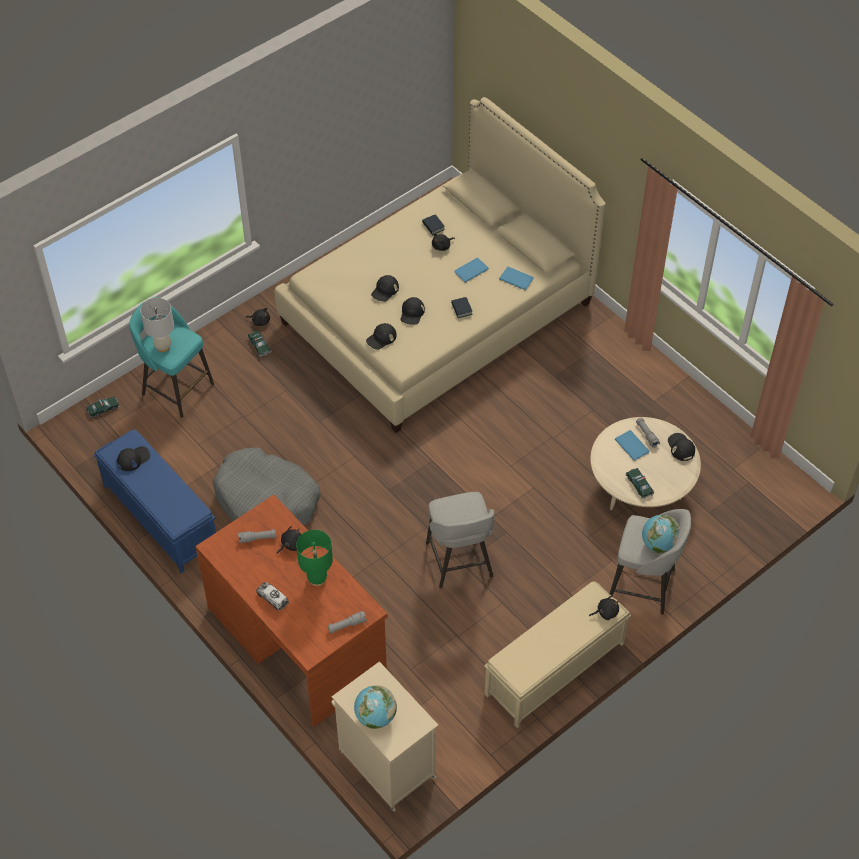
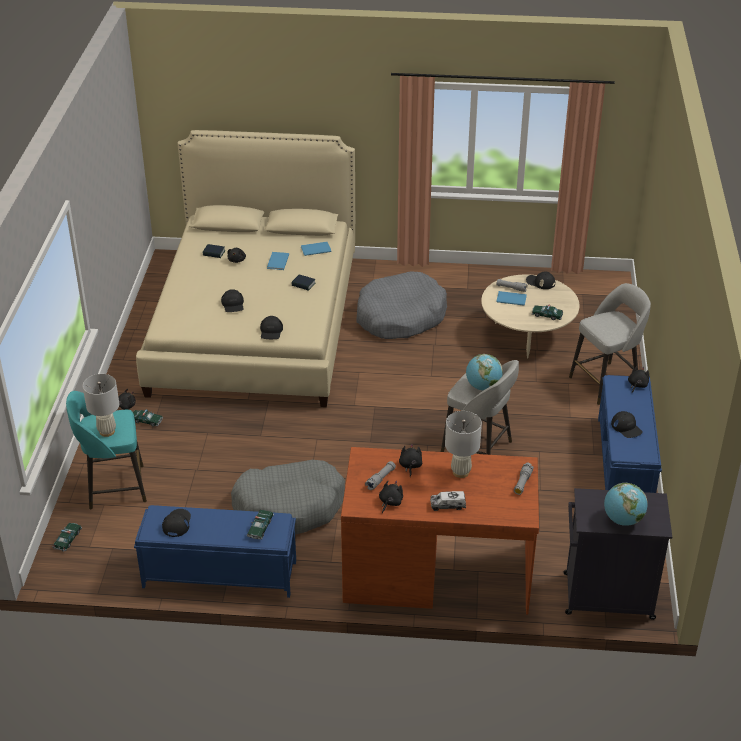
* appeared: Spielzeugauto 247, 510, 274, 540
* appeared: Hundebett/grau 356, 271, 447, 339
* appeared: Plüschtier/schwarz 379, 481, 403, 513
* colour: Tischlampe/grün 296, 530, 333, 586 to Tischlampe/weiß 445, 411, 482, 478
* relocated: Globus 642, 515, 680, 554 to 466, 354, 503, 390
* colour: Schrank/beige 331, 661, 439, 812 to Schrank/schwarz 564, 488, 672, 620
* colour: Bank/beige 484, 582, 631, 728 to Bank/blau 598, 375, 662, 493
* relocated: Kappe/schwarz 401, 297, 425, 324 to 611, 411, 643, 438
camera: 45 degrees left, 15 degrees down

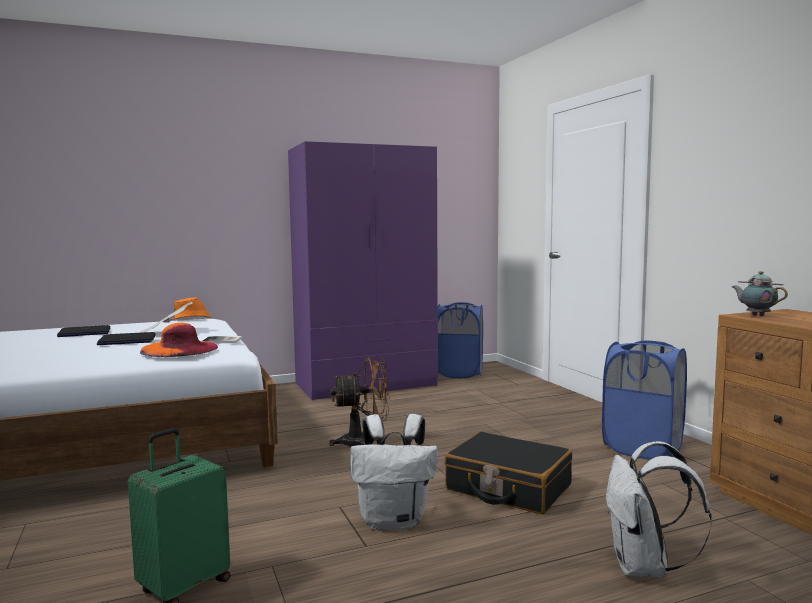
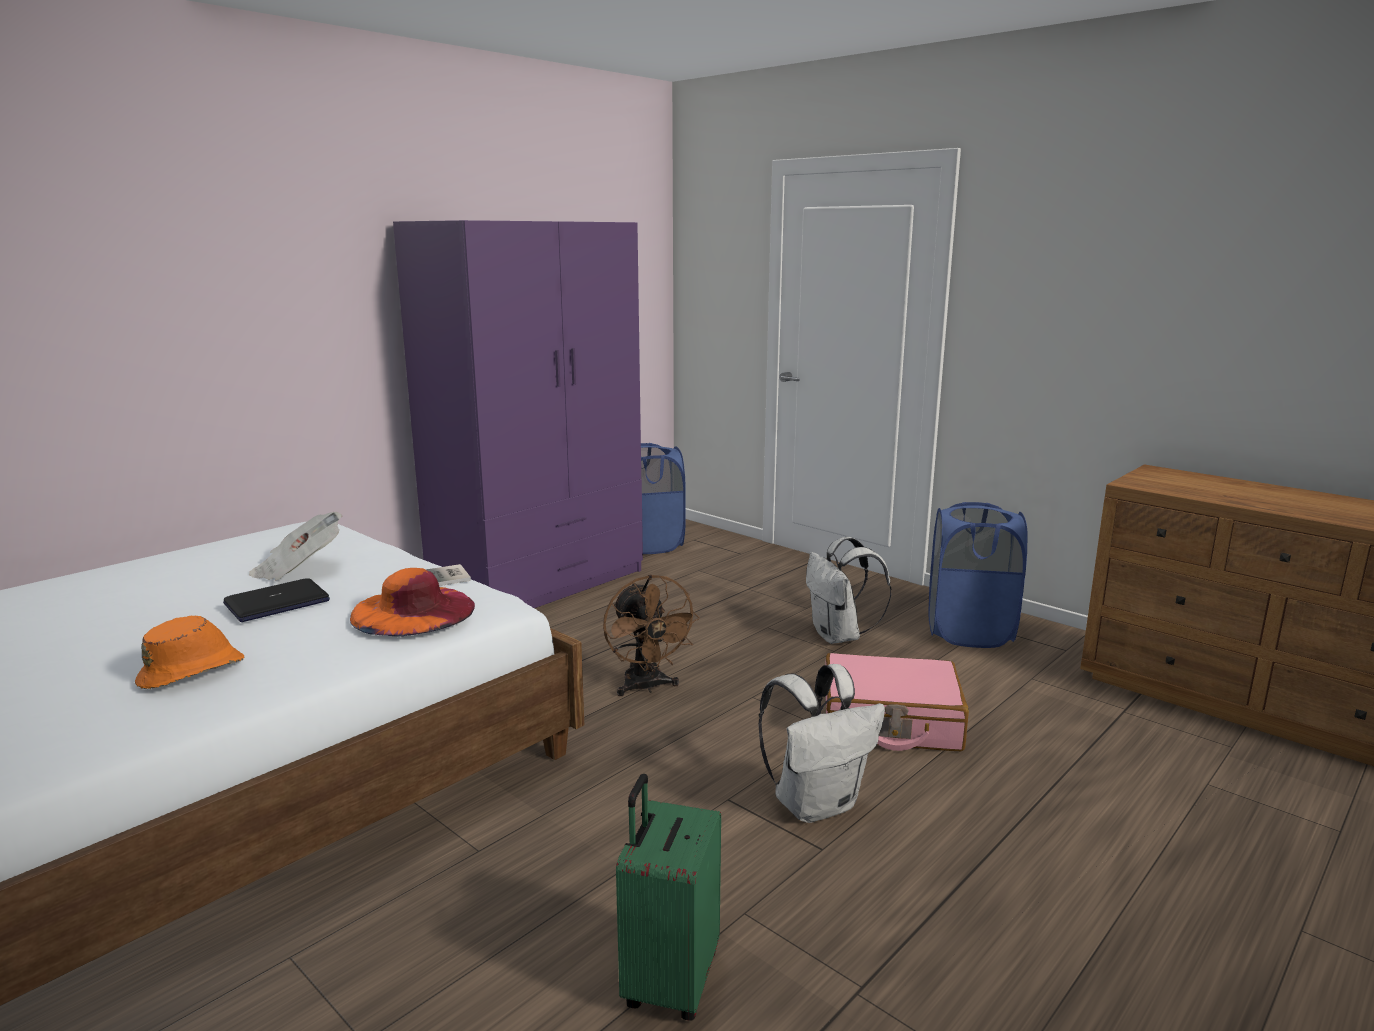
* relocated: Hut/orange 171, 297, 211, 320 to 135, 616, 245, 689
* spun: Ventilator/braun 329, 357, 390, 446 = 603, 574, 700, 696 105 degrees clockwise
* relocated: Rucksack/weiß 606, 441, 712, 578 to 806, 537, 891, 644
* colour: Koffer/schwarz 444, 432, 572, 515 to Koffer/rosa 825, 653, 969, 751
* missing: Laptop 57, 325, 110, 337
* missing: Teekanne 732, 271, 788, 316
camera: 25 degrees left, 10 degrees up

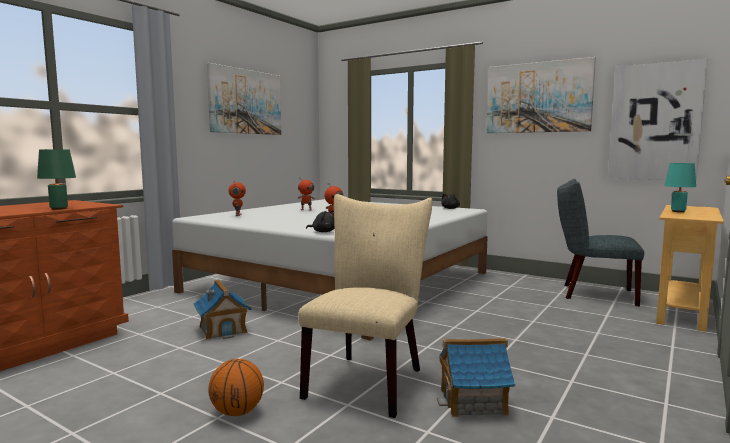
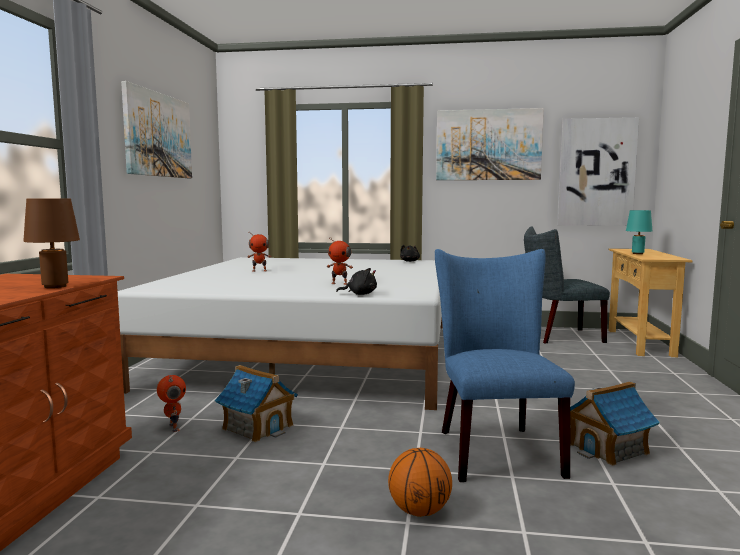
* colour: Tischlampe/grün 37, 149, 76, 210 to Tischlampe/braun 23, 199, 80, 288
* relocated: Spielzeugroboter 229, 181, 246, 216 to 157, 375, 186, 432
* colour: Stuhl/beige 298, 194, 432, 418 to Stuhl/blau 435, 249, 575, 482
camera: 25 degrees left, 0 degrees up

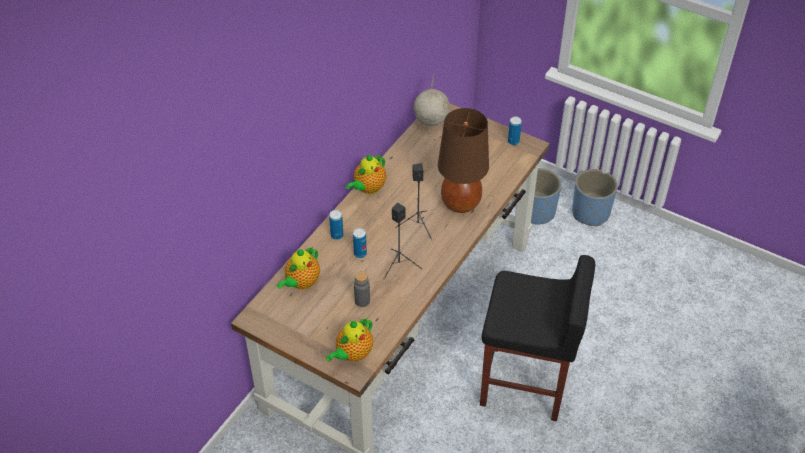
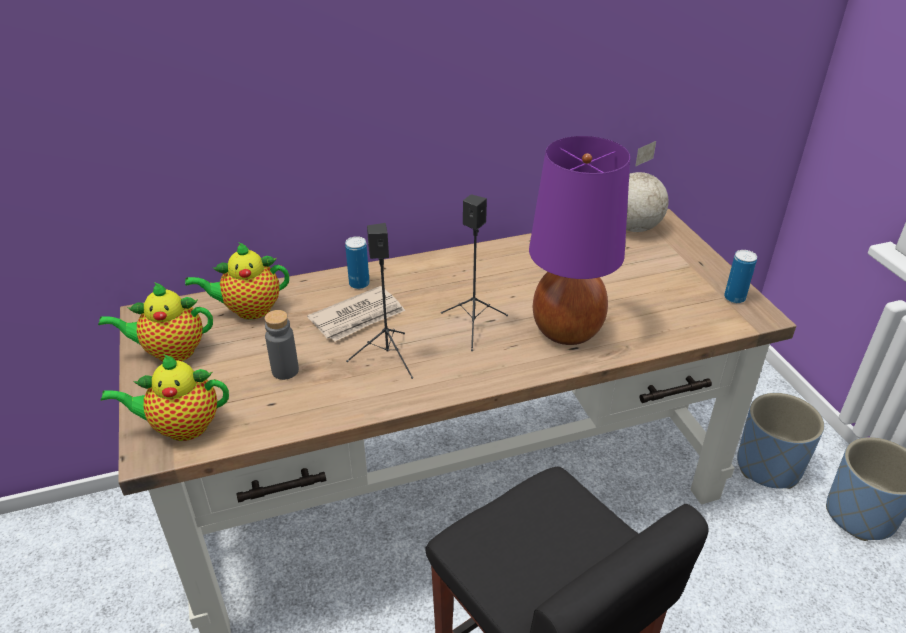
* relocated: Teekanne 346, 155, 386, 194 to 98, 282, 213, 361
* exchanged: Dose 353, 228, 367, 258 to Zeitung 307, 286, 405, 342
* colour: Tischlampe/braun 438, 108, 489, 213 to Tischlampe/lila 529, 136, 630, 345
camera: 40 degrees right, 10 degrees down

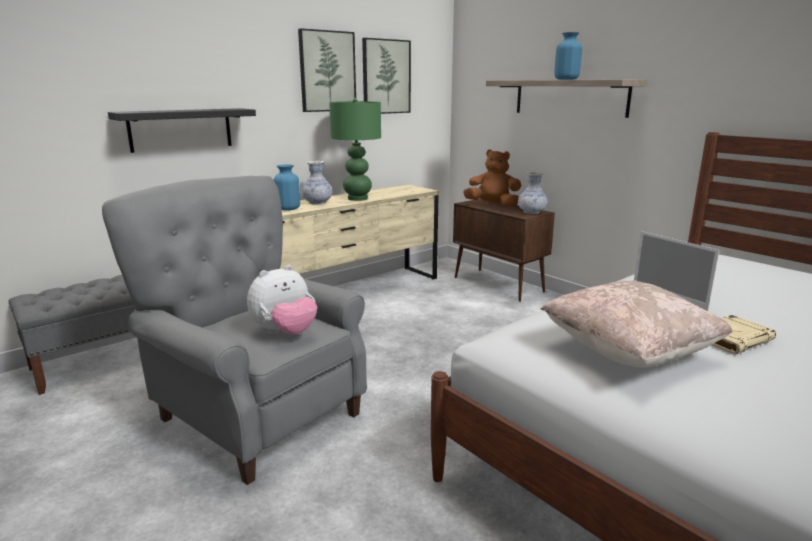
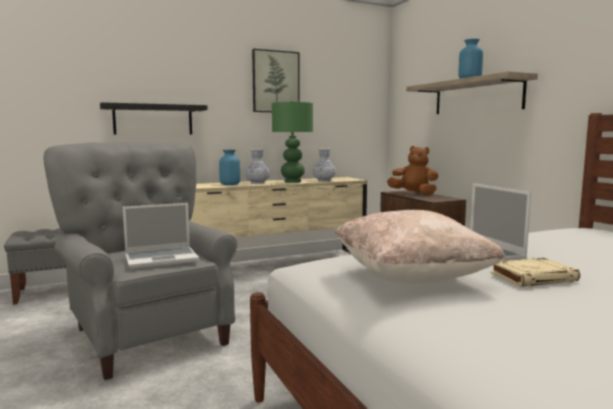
* exchanged: Plüschtier 247, 265, 317, 335 to Laptop 123, 203, 199, 269
* relocated: Vase 518, 172, 548, 214 to 313, 148, 336, 181
* missing: Bild 362, 38, 411, 114
camera: 15 degrees right, 10 degrees down

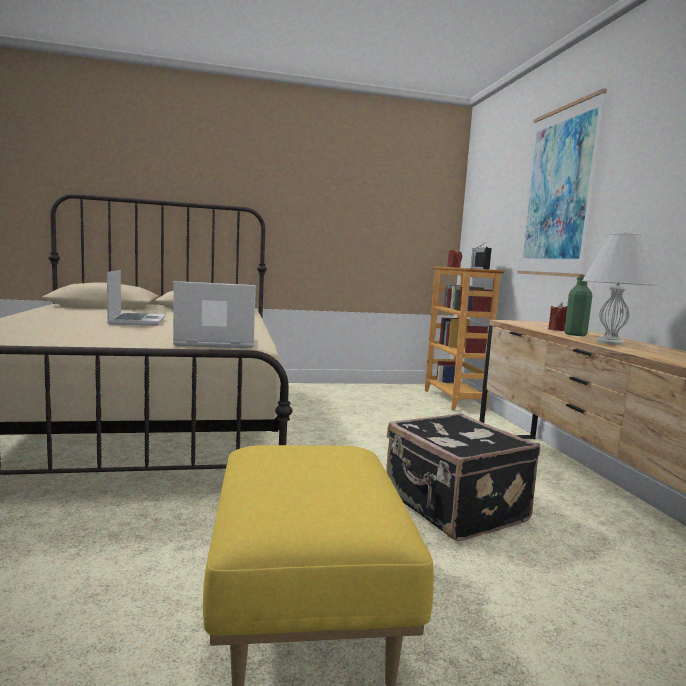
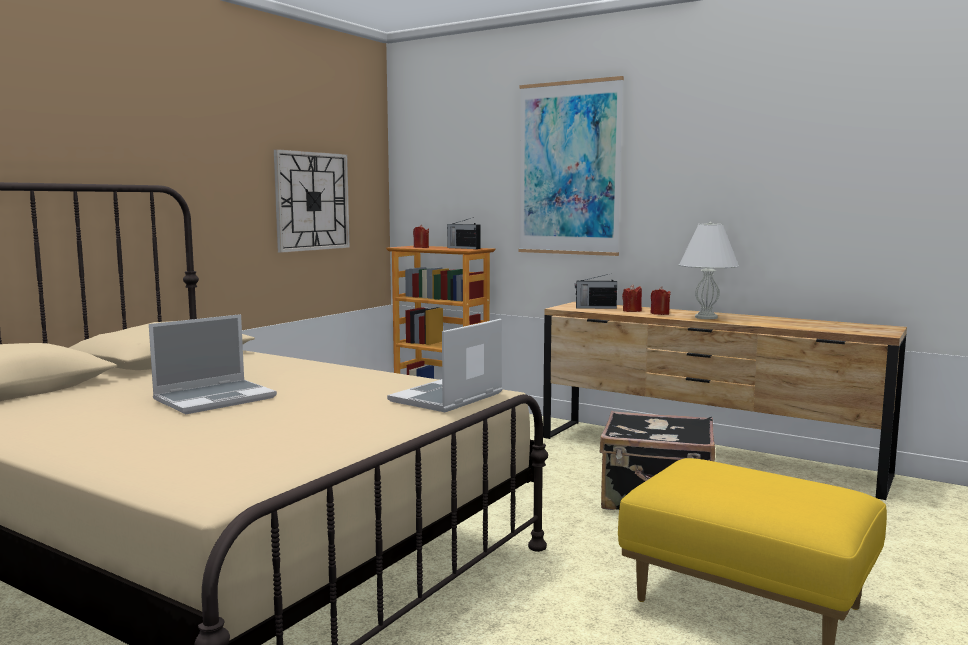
* spun: Laptop 107, 270, 165, 326 = 149, 314, 277, 414 105 degrees clockwise
* appeared: Wanduhr 274, 149, 350, 253
* appeared: Radio 575, 273, 617, 309
* exchanged: Flasche/grün 564, 275, 592, 336 to Kerze/rot 650, 287, 670, 315
camera: 45 degrees left, 0 degrees up

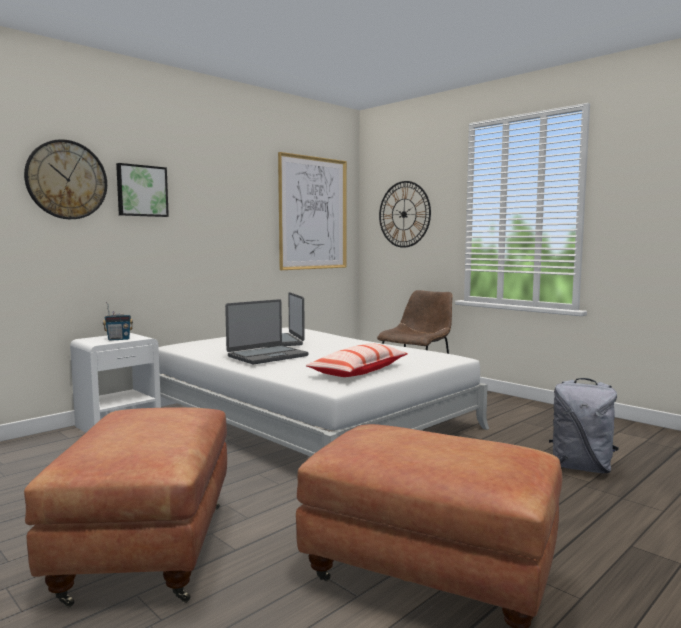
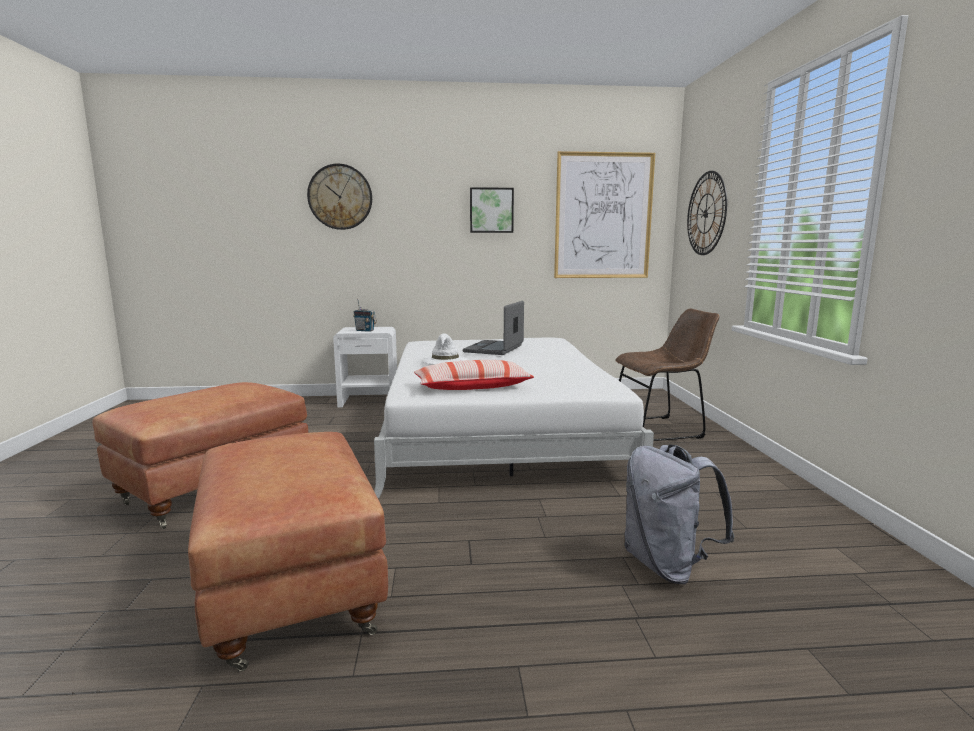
* exchanged: Laptop 225, 299, 308, 364 to Hut/weiß 422, 333, 469, 364
* relocated: Bild 116, 163, 169, 217 to 470, 187, 514, 233
camera: 40 degrees right, 5 degrees up

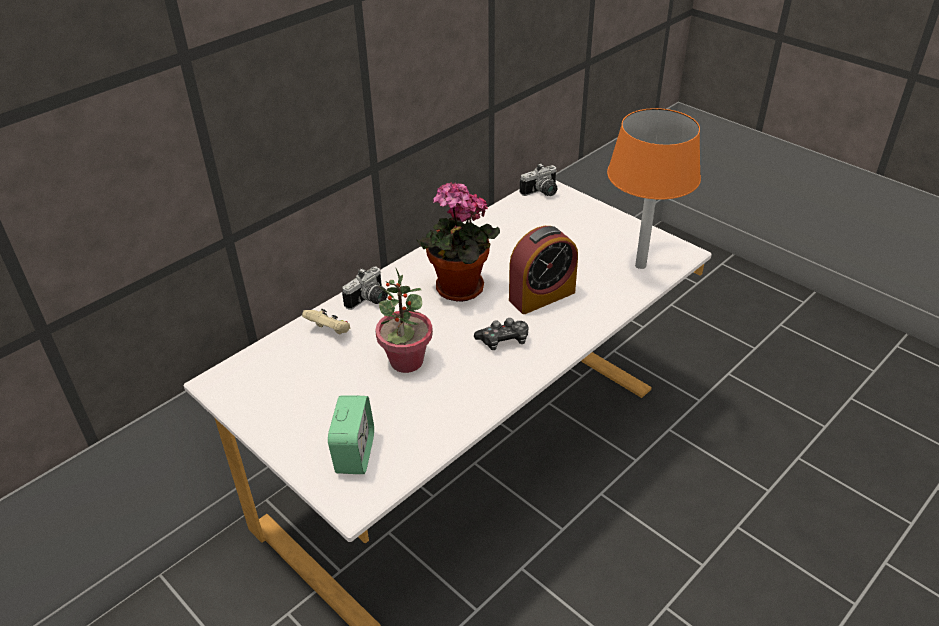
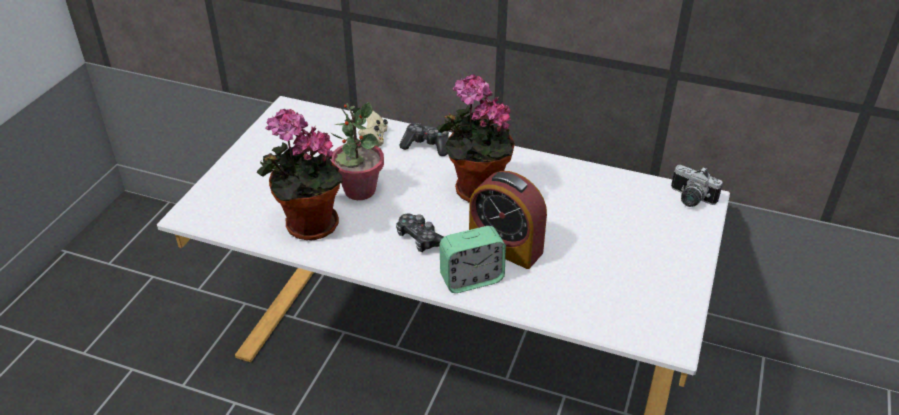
* appeared: Topfpflanze 257, 108, 343, 240
* exchanged: Kamera 342, 267, 388, 309 to Gamepad 399, 123, 449, 156
* relocated: Wecker 328, 395, 374, 474 to 439, 226, 506, 293
* missing: Tischlampe/orange 607, 108, 701, 269
camera: 65 degrees right, 0 degrees up

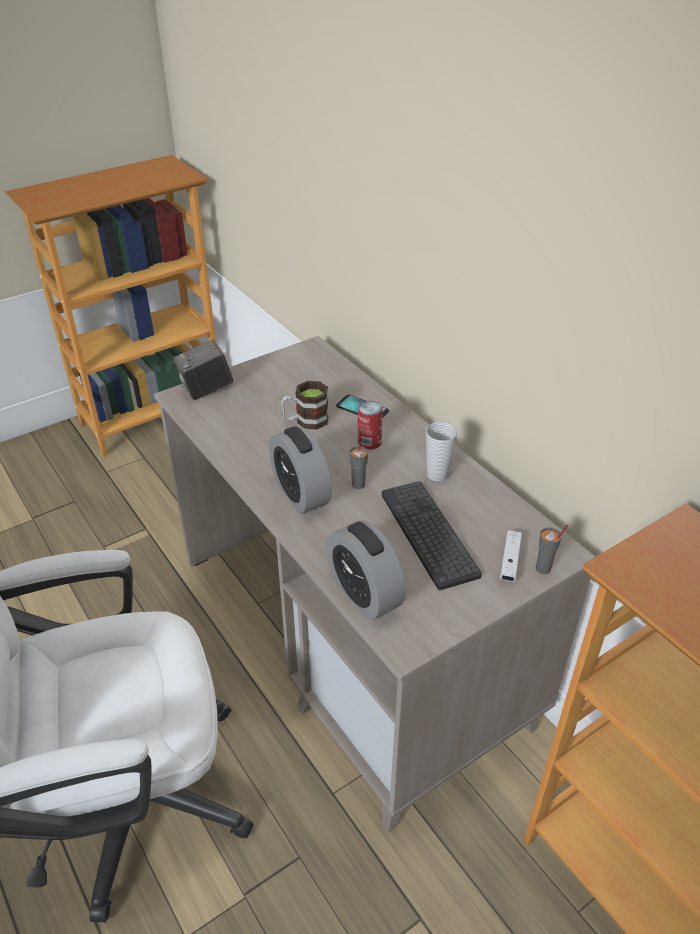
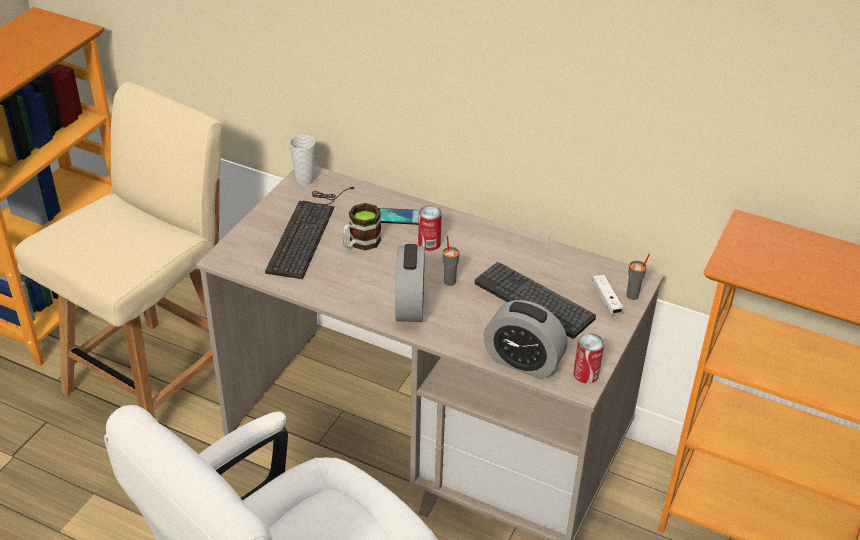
* appeared: Stuhl/beige 15, 82, 223, 418
* appeared: Tastatur 265, 187, 354, 279
* relocated: Tasse 426, 422, 457, 482 to 289, 135, 315, 185
* spun: Wecker 269, 426, 332, 514 = 395, 244, 425, 322 120 degrees counterclockwise
* appeared: Dose 573, 333, 604, 384
* missing: Kamera 173, 339, 233, 400
camera: 30 degrees left, 0 degrees up

